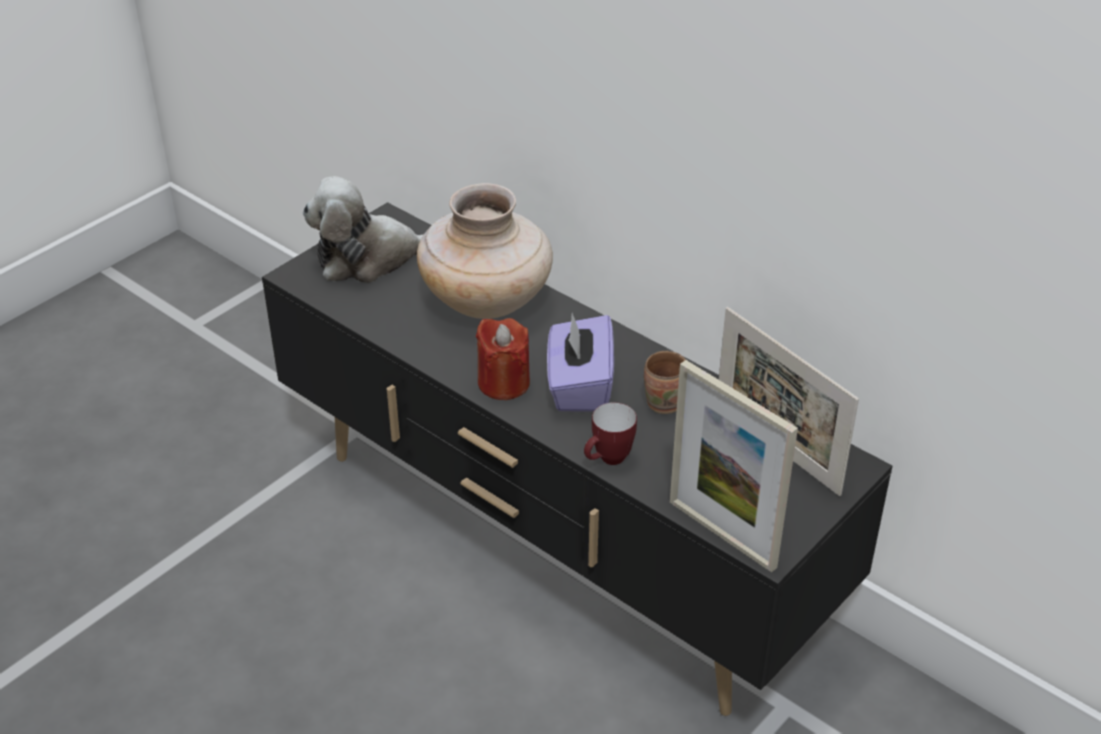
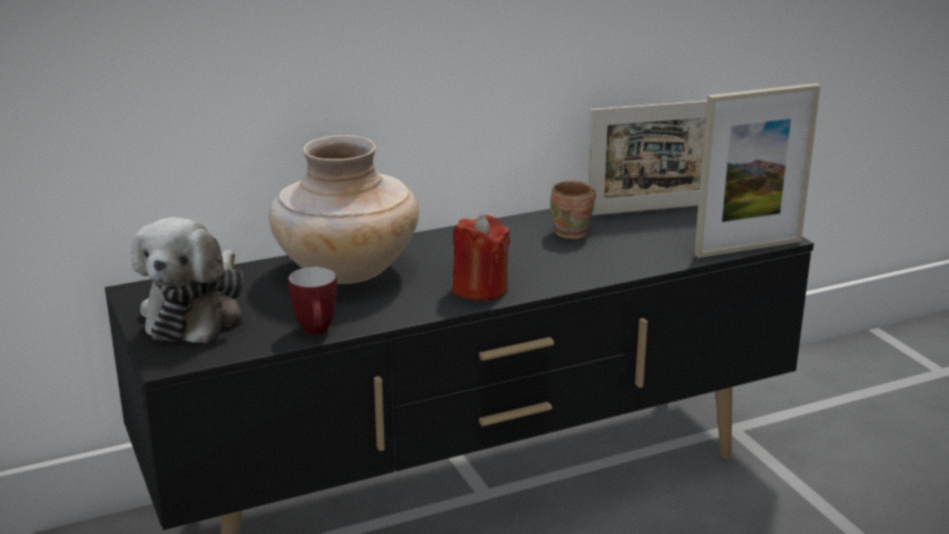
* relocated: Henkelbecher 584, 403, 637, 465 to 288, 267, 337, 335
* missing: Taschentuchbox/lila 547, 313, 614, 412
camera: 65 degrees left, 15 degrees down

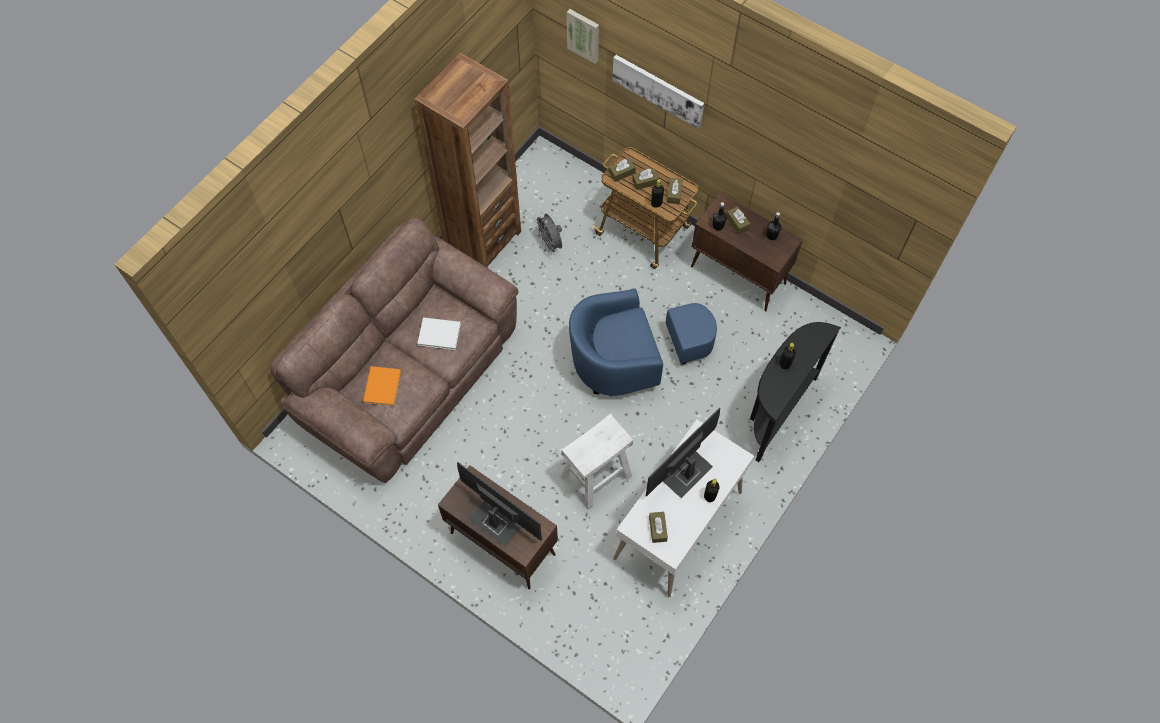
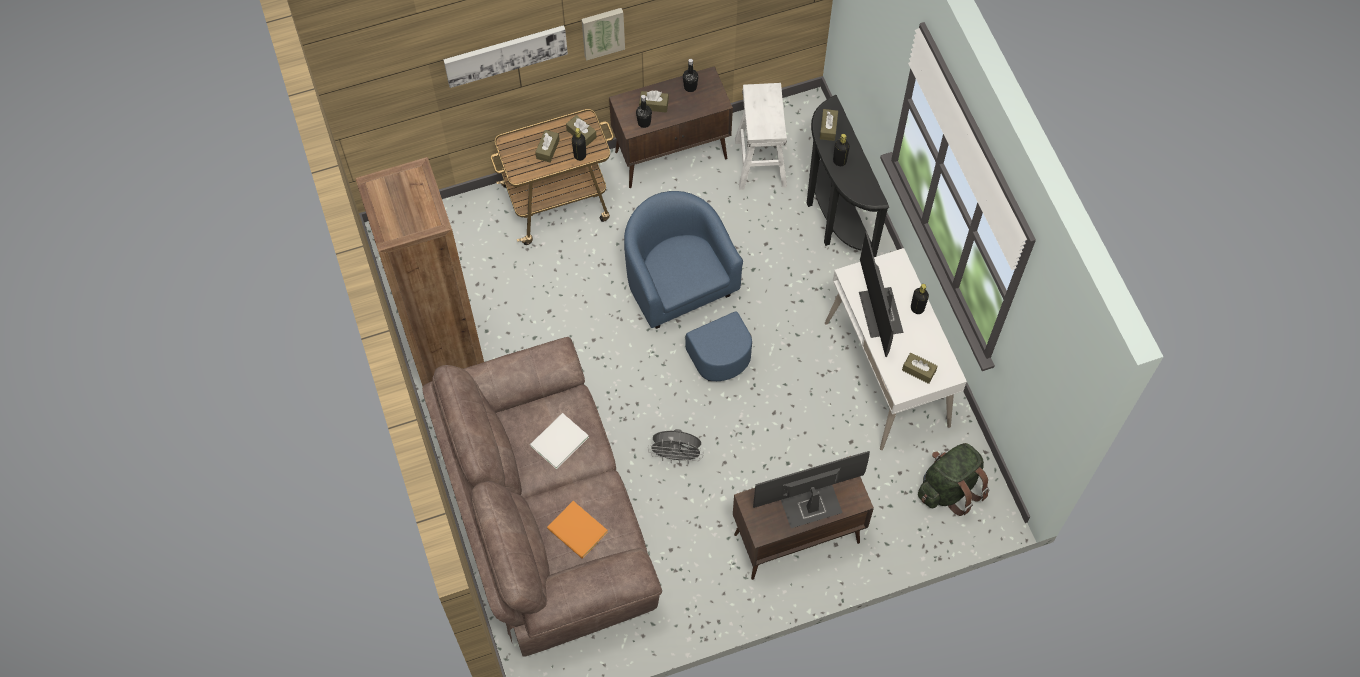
* relocated: Bild 567, 9, 599, 64 to 581, 8, 625, 61
* spun: Sessel/blau 569, 289, 717, 396 = 624, 191, 752, 381 135 degrees clockwise
* relocated: Ventilator/grau 534, 214, 562, 255 to 648, 429, 704, 464
* relocated: Hocker/weiß 561, 414, 633, 510 to 735, 83, 787, 190
* relocated: Taschentuchbox/braun 609, 158, 636, 182 to 820, 109, 838, 141
* appeared: Rucksack/grün 918, 443, 989, 516
camera: 55 degrees left, 0 degrees up

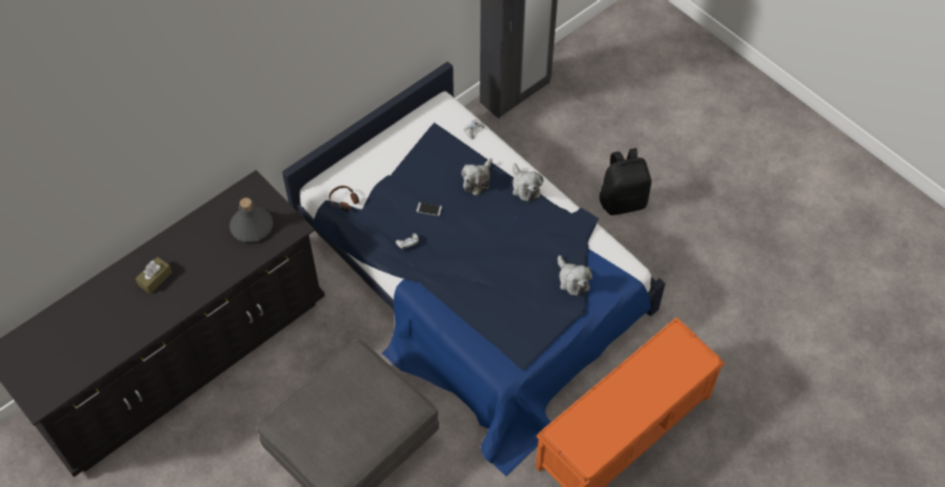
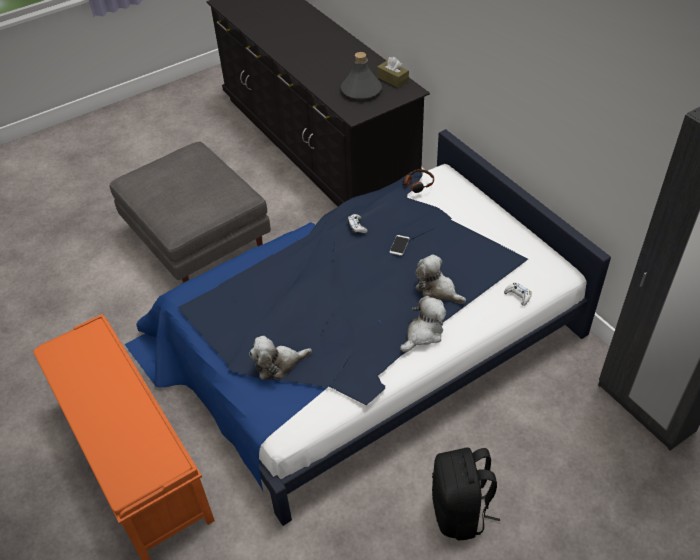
* relocated: Taschentuchbox/braun 135, 257, 172, 294 to 377, 57, 409, 88
* spun: Plüschtier 513, 163, 543, 202 = 400, 296, 446, 352 150 degrees clockwise
camera: 100 degrees right, 10 degrees down

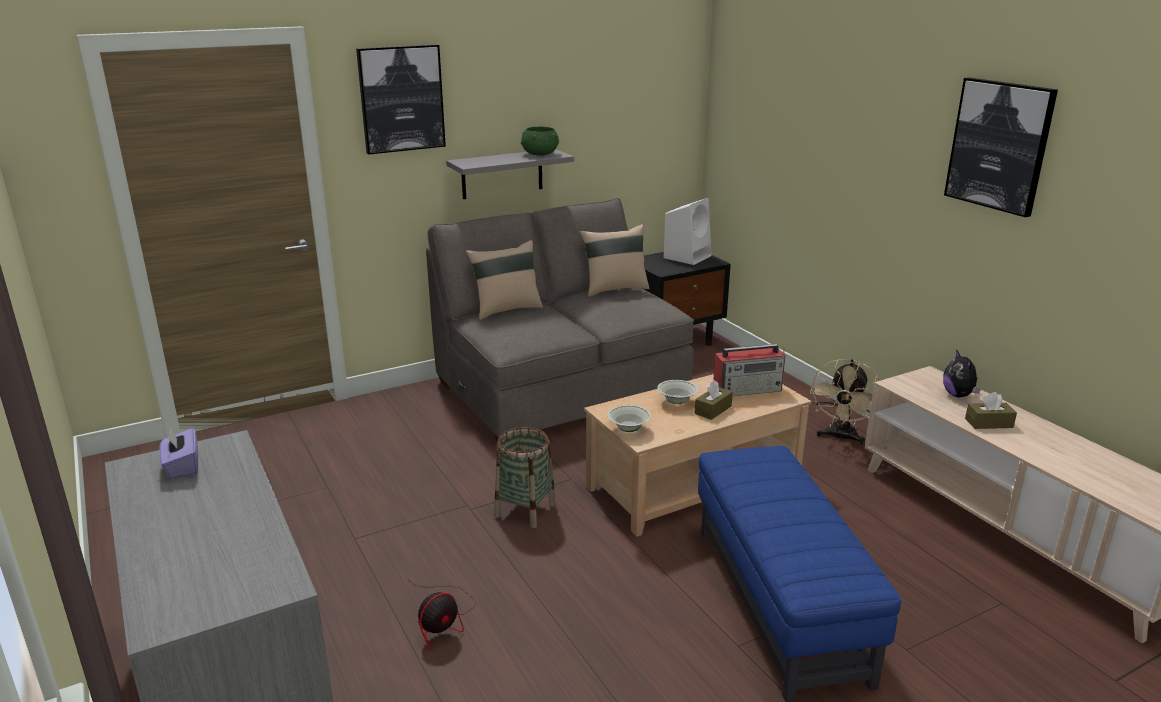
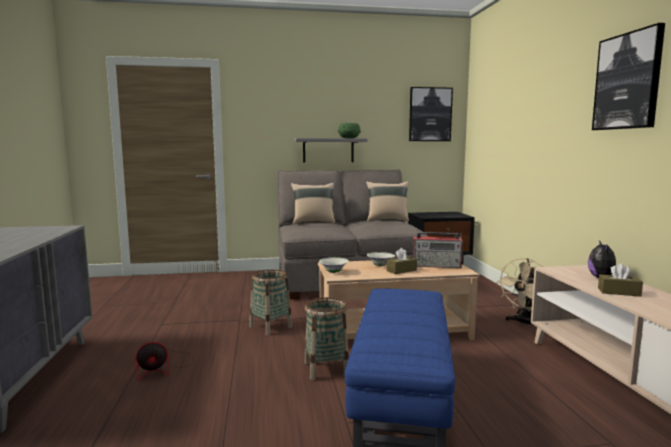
* appeared: Korb 305, 297, 349, 380
* relocated: Bild 356, 44, 446, 155 to 409, 87, 453, 141
* missing: Taschentuchbox/lila 159, 428, 198, 479
* missing: Lautsprecher/weiß 664, 198, 711, 265
camera: 20 degrees right, 15 degrees down

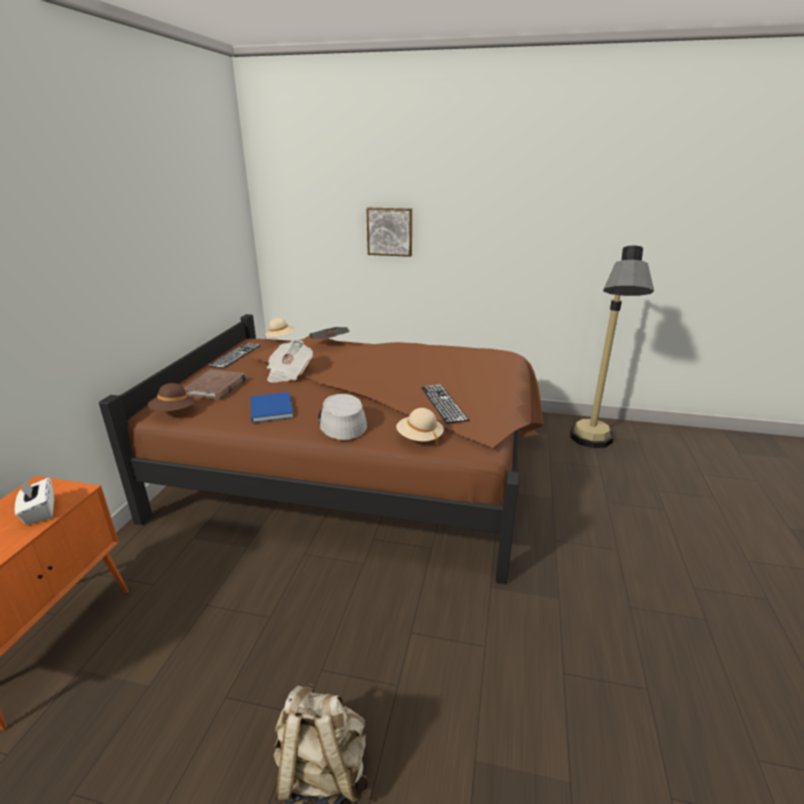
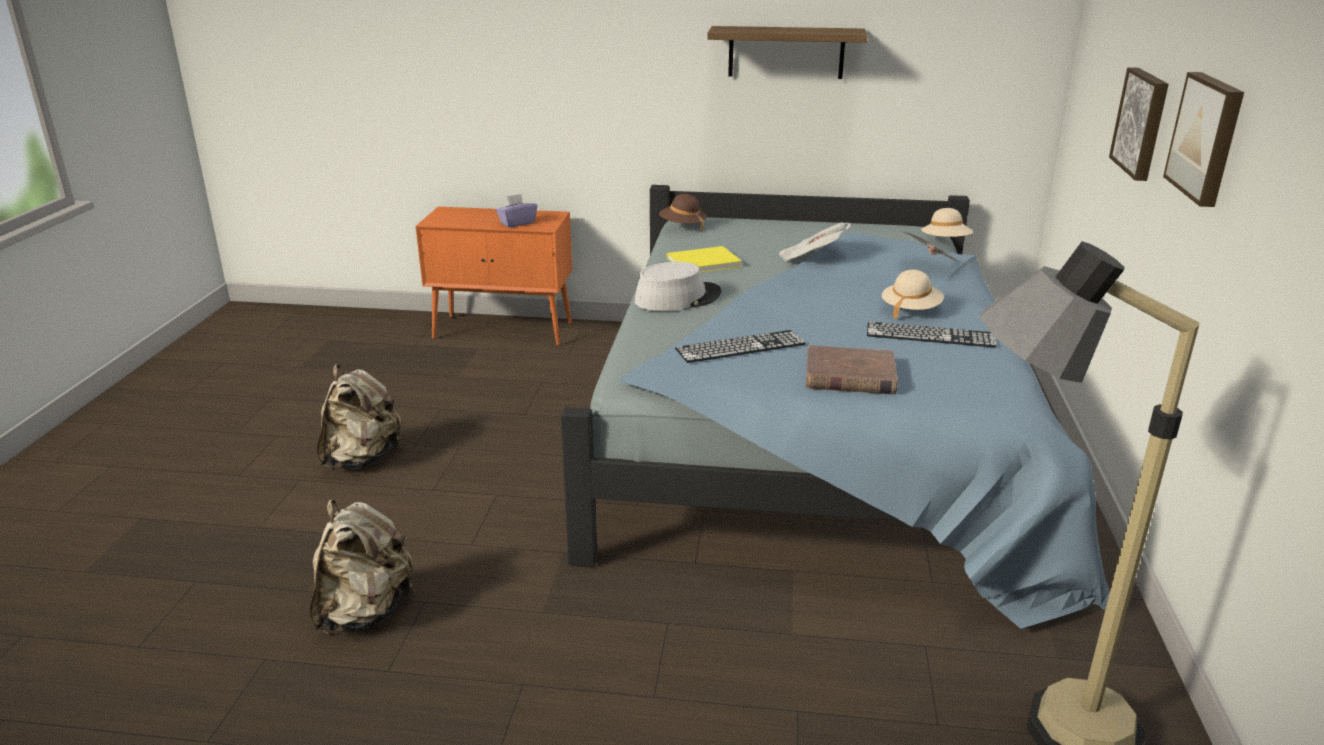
* appeared: Rucksack/beige 310, 499, 415, 636
* colour: Taschentuchbox/weiß 15, 478, 54, 525 to Taschentuchbox/lila 496, 194, 537, 228
* colour: Bett/braun 99, 314, 544, 584 to Bett/blau 561, 185, 1110, 629
* colour: Buch/blau 251, 392, 294, 423 to Buch/gelb 666, 246, 742, 273
* appeared: Wandregal 707, 26, 868, 79
* relocated: Buch/braun 184, 370, 247, 400 to 806, 345, 898, 395
* relocated: Tastatur 208, 343, 261, 369 to 867, 322, 997, 347
* relocated: Hut/beige 396, 408, 444, 447 to 882, 270, 944, 319
* appeared: Bild 1163, 72, 1244, 207
camera: 85 degrees right, 0 degrees up

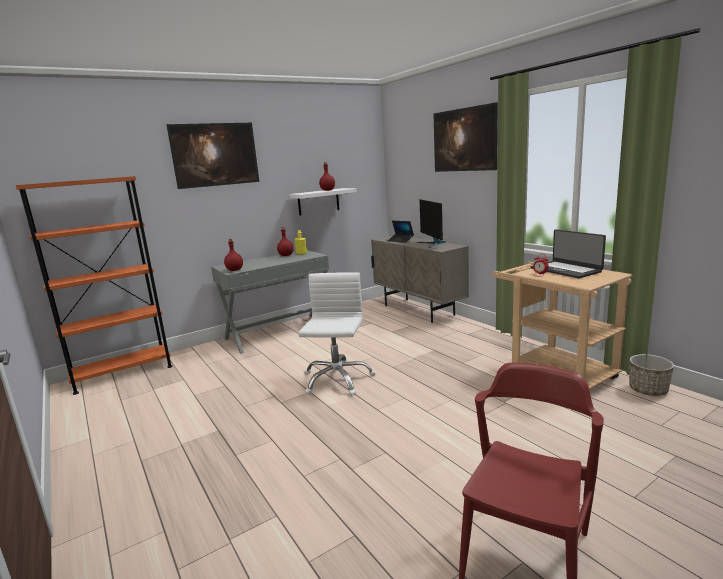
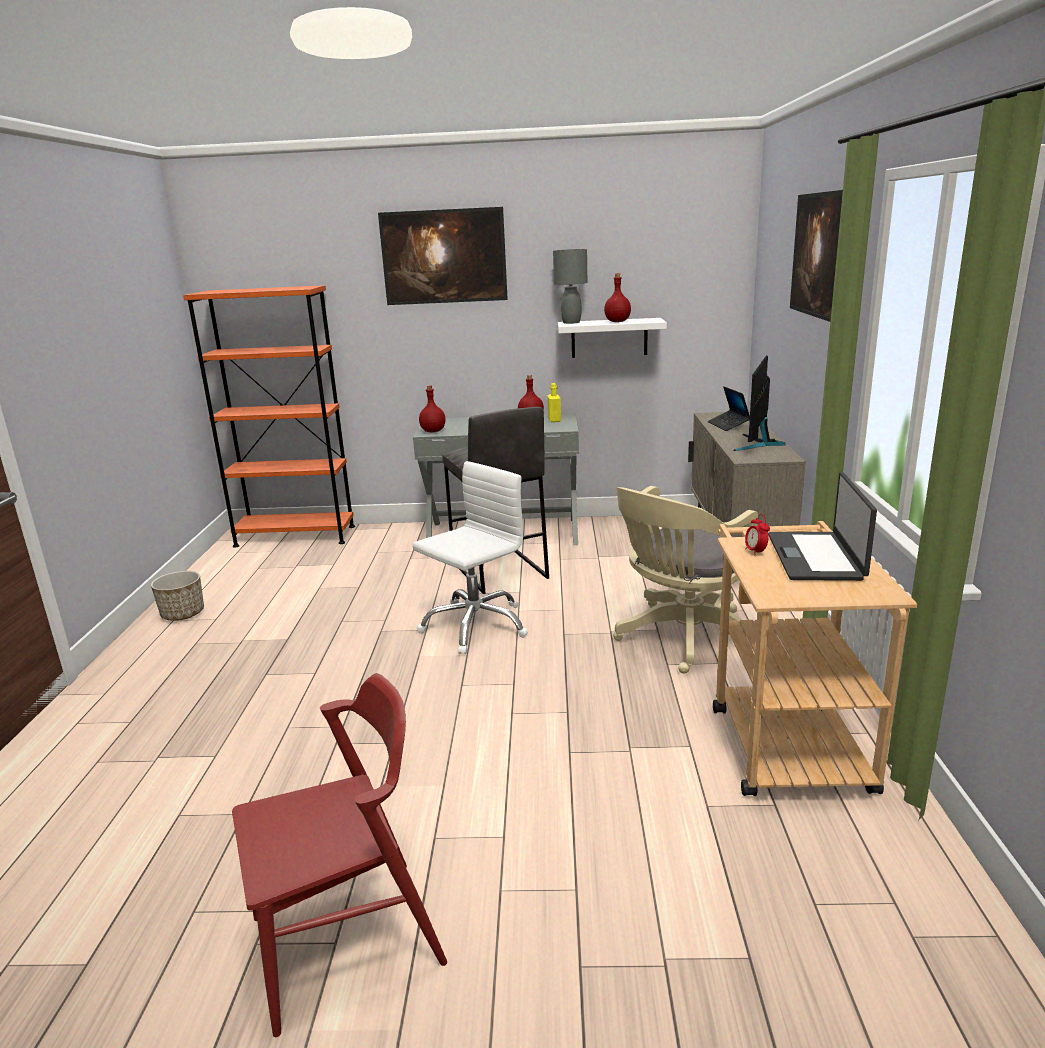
* relocated: Pflanzkübel 629, 354, 674, 396 to 151, 571, 204, 620
* appeared: Hocker/grau 442, 407, 549, 594
* appeared: Tischlampe/grau 553, 249, 587, 324
* appeared: Bürostuhl/beige 613, 486, 758, 674
camera: 35 degrees right, 5 degrees up

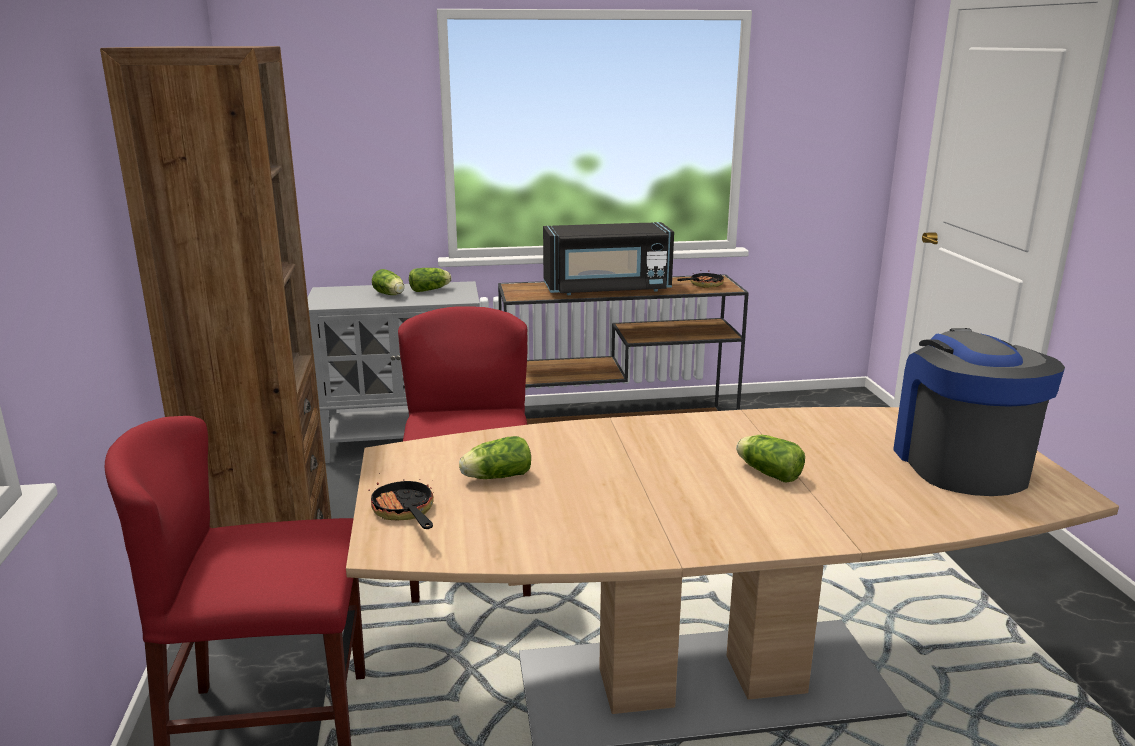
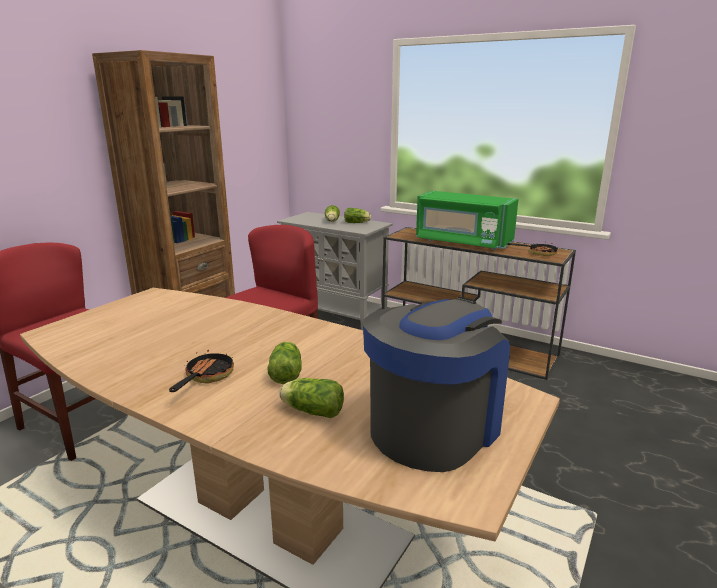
* relocated: Pfanne 368, 473, 434, 529 to 169, 350, 234, 392
* relocated: Salatkopf 459, 436, 531, 479 to 279, 378, 344, 418
* colour: Mikrowelle/schwarz 543, 222, 674, 295 to Mikrowelle/grün 416, 191, 518, 250
camera: 40 degrees right, 0 degrees up

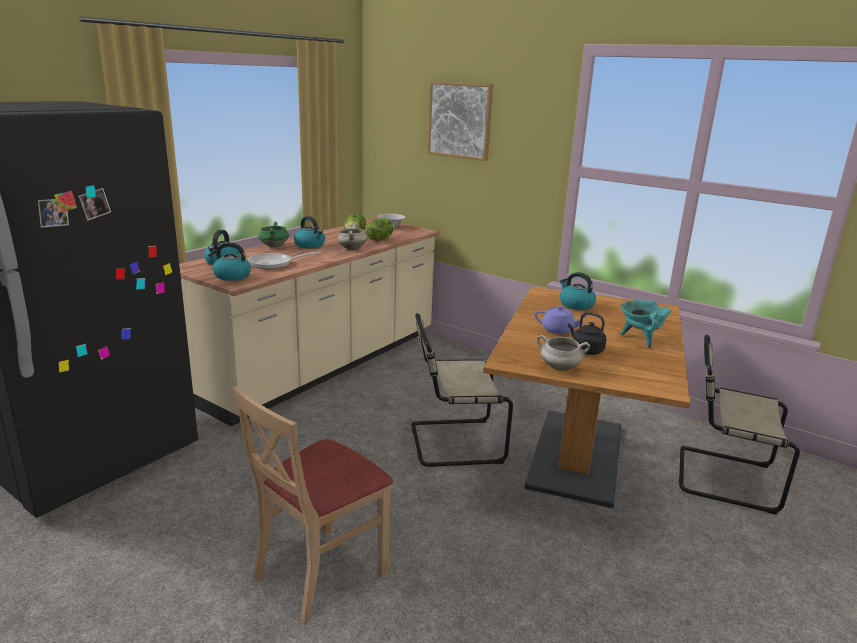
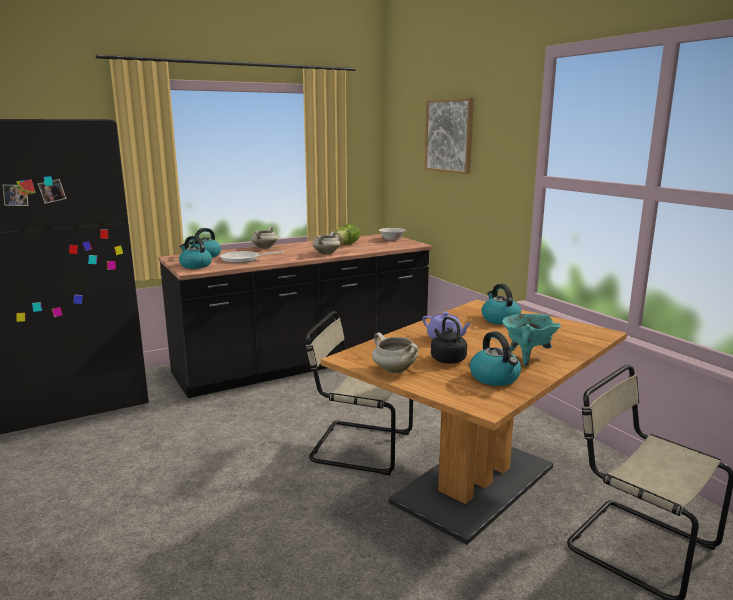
* colour: Küchenzeile/beige 179, 218, 440, 427 to Küchenzeile/schwarz 158, 234, 433, 398
* colour: Kochtopf/grün 258, 222, 289, 247 to Kochtopf/weiß 251, 227, 278, 249
* relocated: Wasserkessel 294, 216, 325, 248 to 470, 331, 521, 386
* missing: Stuhl/beige 233, 386, 394, 625
* missing: Salatkopf 366, 218, 395, 241
camera: 25 degrees right, 5 degrees down

